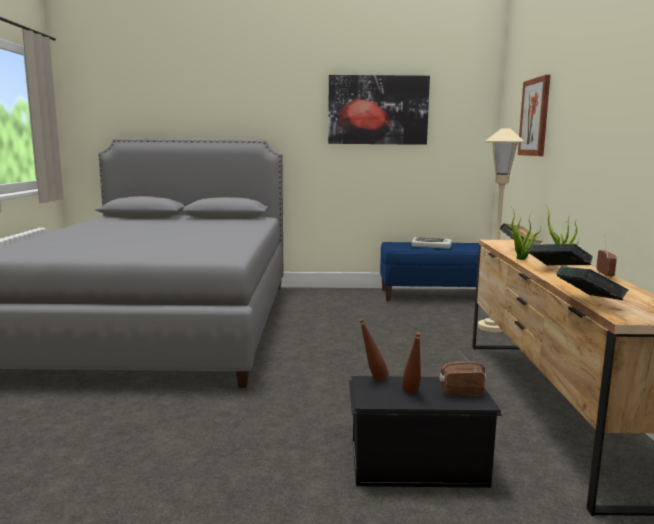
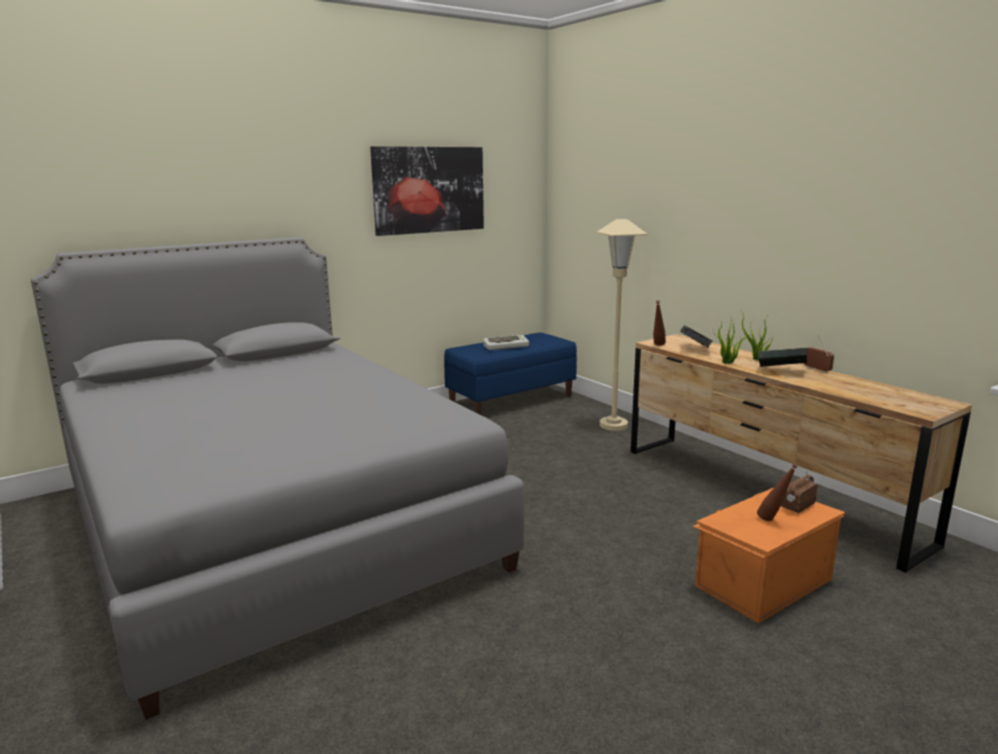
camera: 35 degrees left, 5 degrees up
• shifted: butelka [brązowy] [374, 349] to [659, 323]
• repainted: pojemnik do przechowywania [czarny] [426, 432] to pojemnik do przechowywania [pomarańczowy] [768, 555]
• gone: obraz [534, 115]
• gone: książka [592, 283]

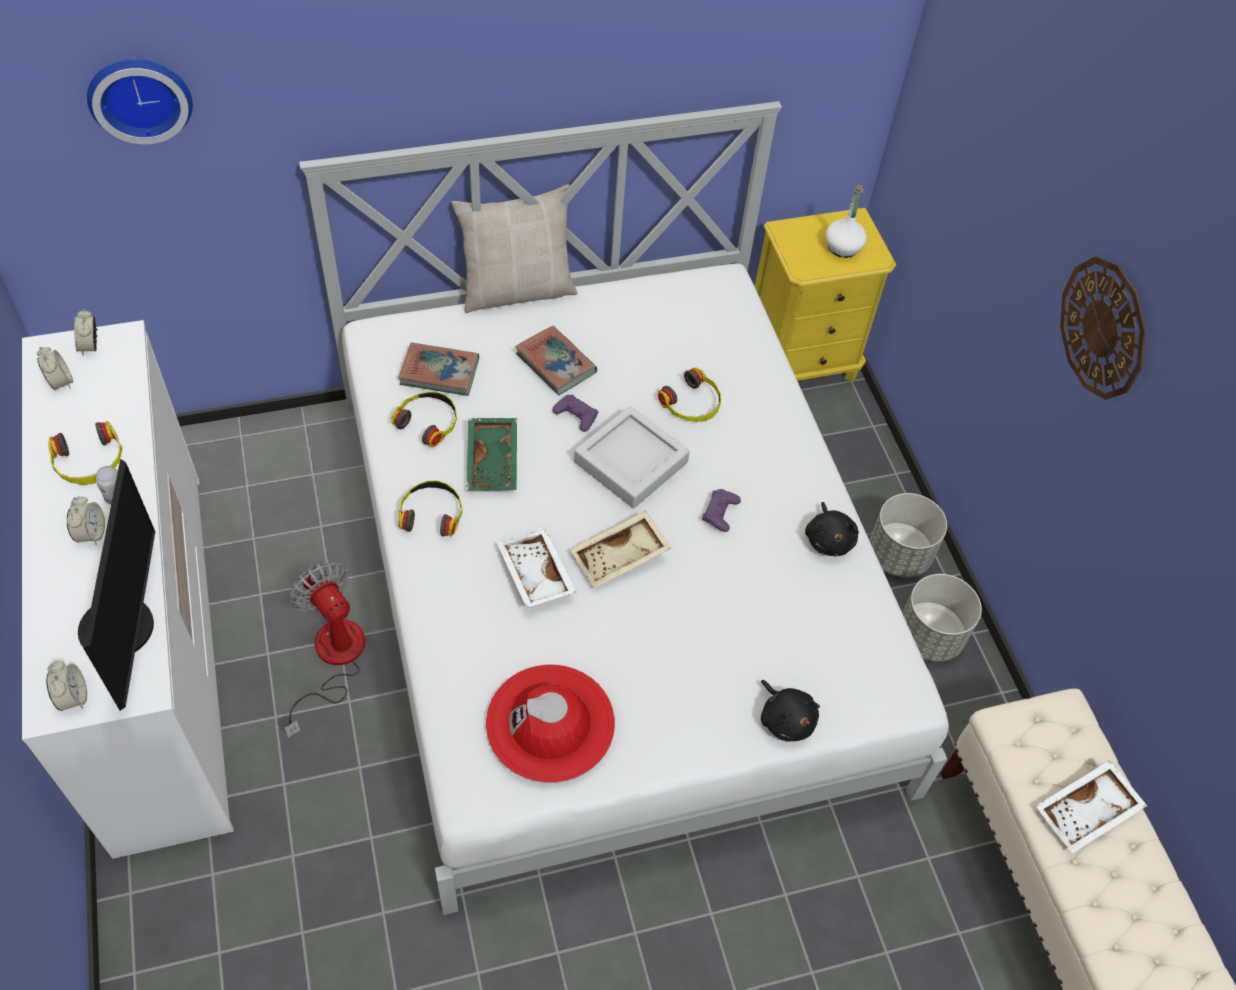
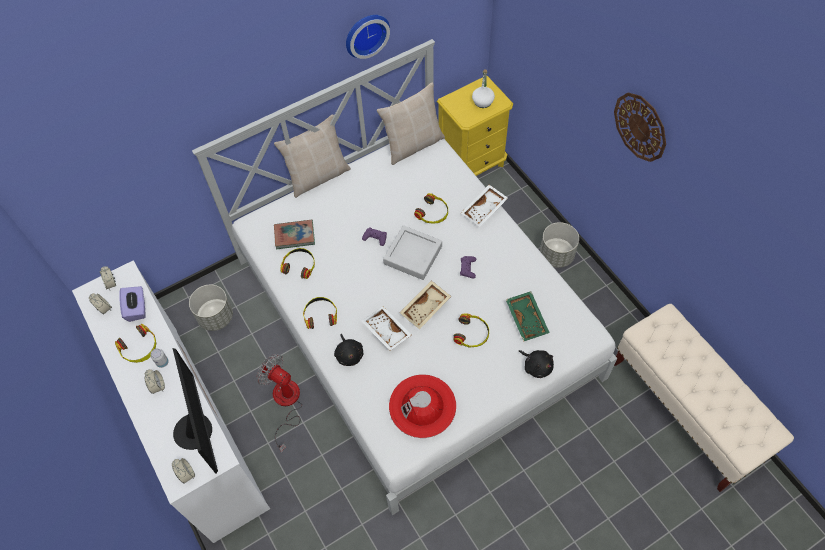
camera: 10 degrees left, 5 degrees up
• new: pudełko chusteczek [fioletowy] [132, 304]
• shifted: donica [szary] [942, 618] to [211, 308]
• shifted: pluszak [czarny] [832, 529] to [348, 350]
• shifted: zegar ścienny [140, 101] to [368, 37]
• new: poduszka [beżowy] [411, 124]
• new: słuchawki [471, 330]
• shifted: taca [biały] [1091, 806] to [484, 206]
• shifted: taca [zielony] [491, 454] to [528, 316]
• gone: książka [556, 360]

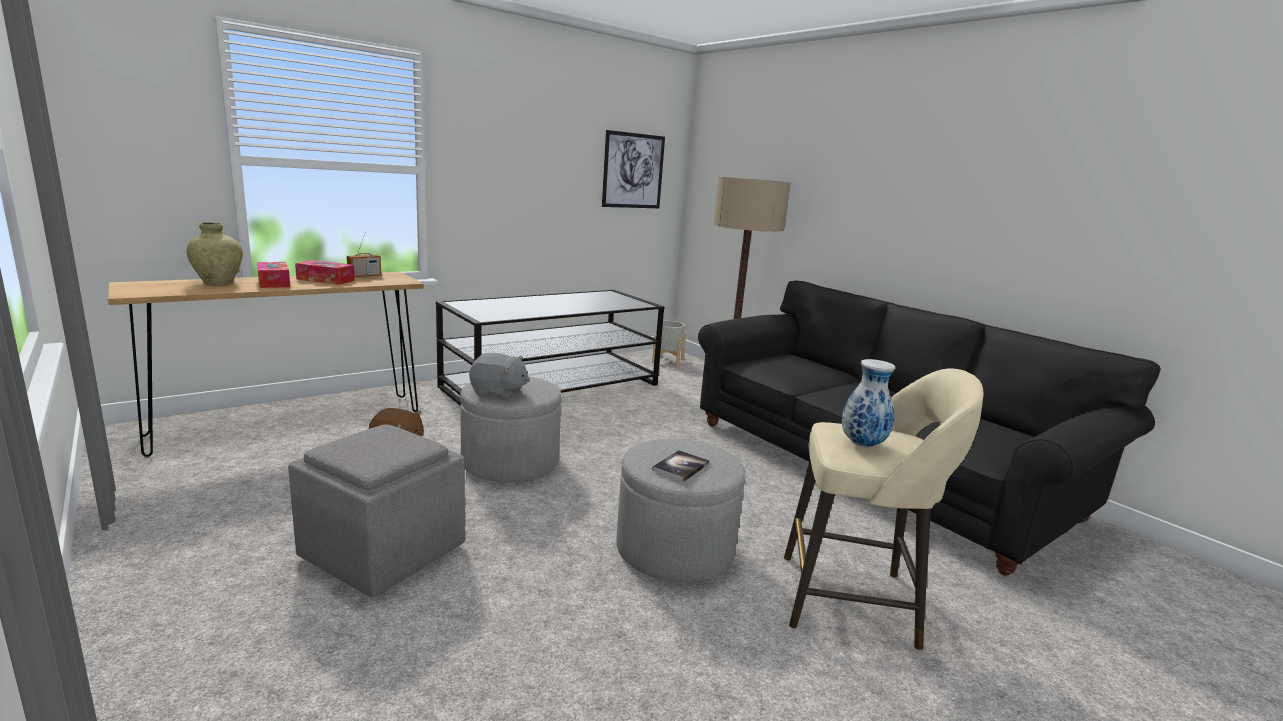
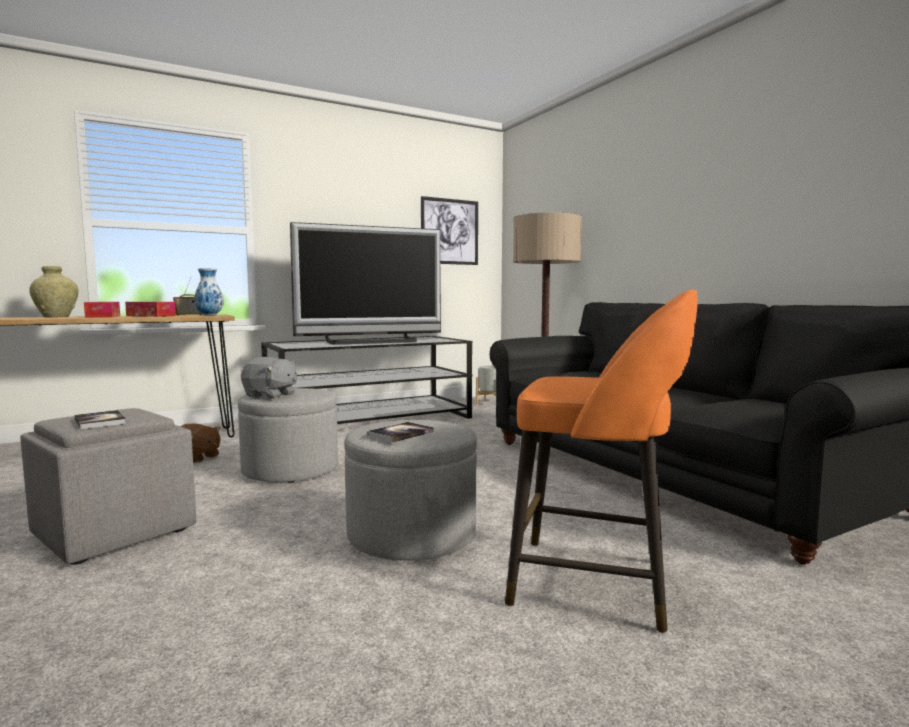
camera: 10 degrees right, 10 degrees down
• new: książka [100, 419]
• shifted: wazon [868, 403] to [209, 292]
• new: telewizor [365, 283]
• repainted: stołek [beżowy] [883, 509] to stołek [pomarańczowy] [601, 461]

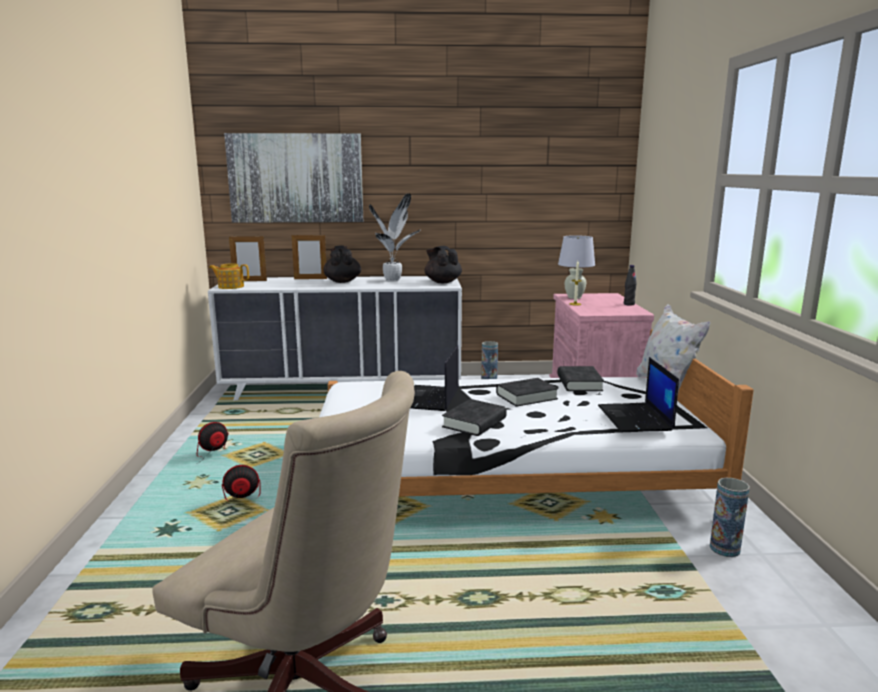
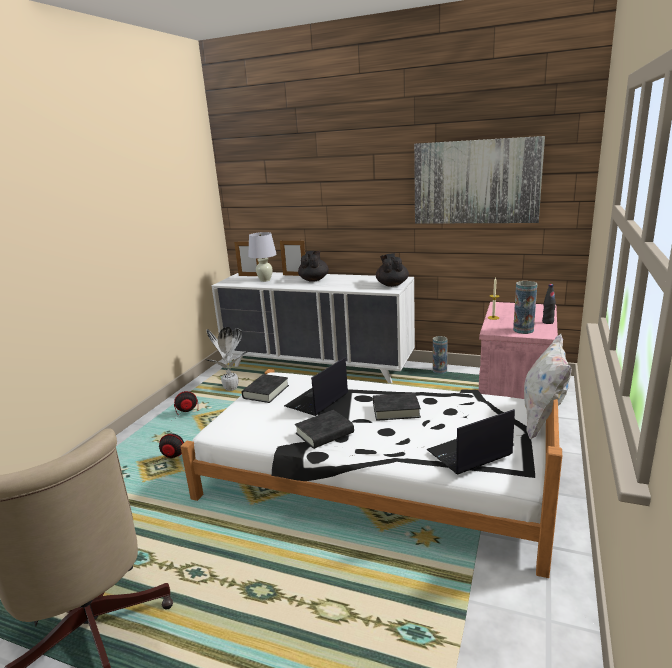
camera: 25 degrees right, 5 degrees up
• shifted: roślina doniczkowa [394, 237] to [226, 359]
• shifted: książka [czarny] [580, 378] to [265, 388]
• shifted: lampa stołowa [biały] [576, 267] to [262, 257]
• shifted: obraz [293, 178] to [479, 180]
• rotated: laptop [638, 394] = [470, 442] 45 degrees clockwise
• shifted: wazon [730, 517] to [525, 307]
• gone: imbryk [229, 276]

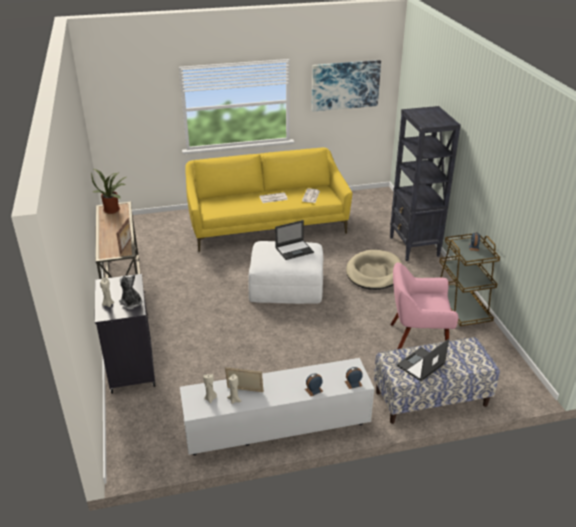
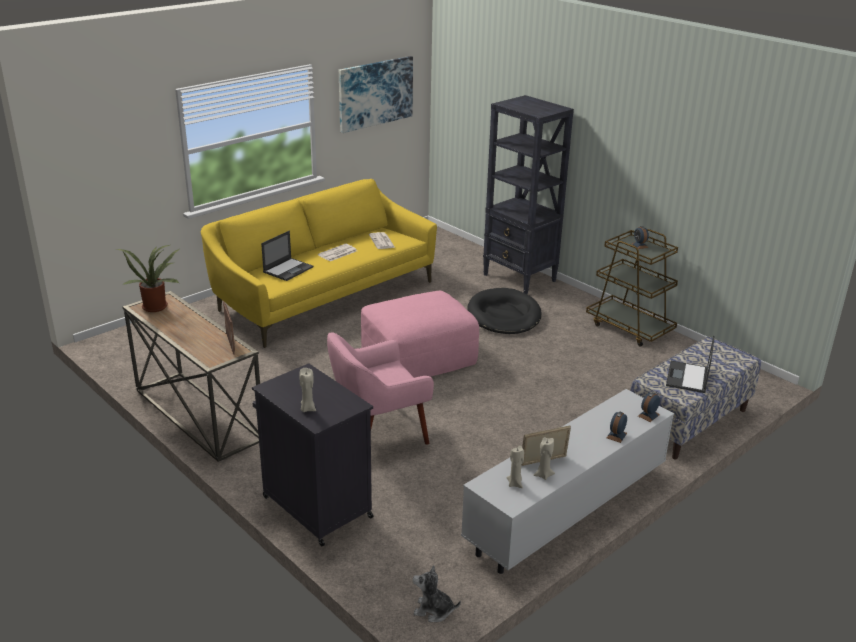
camera: 30 degrees left, 5 degrees down
• shifted: laptop [294, 240] to [287, 256]
• shifted: fotel [różowy] [424, 306] to [380, 388]
• repainted: pufa [biały] [285, 272] to pufa [różowy] [420, 334]
• shifted: pluszak [130, 291] to [437, 593]
• repainted: legowisko [beżowy] [374, 270] to legowisko [czarny] [504, 311]

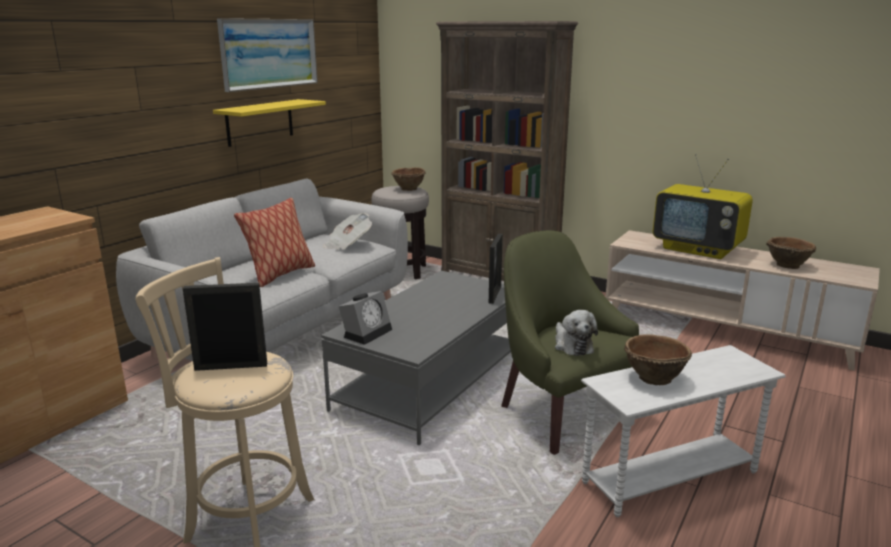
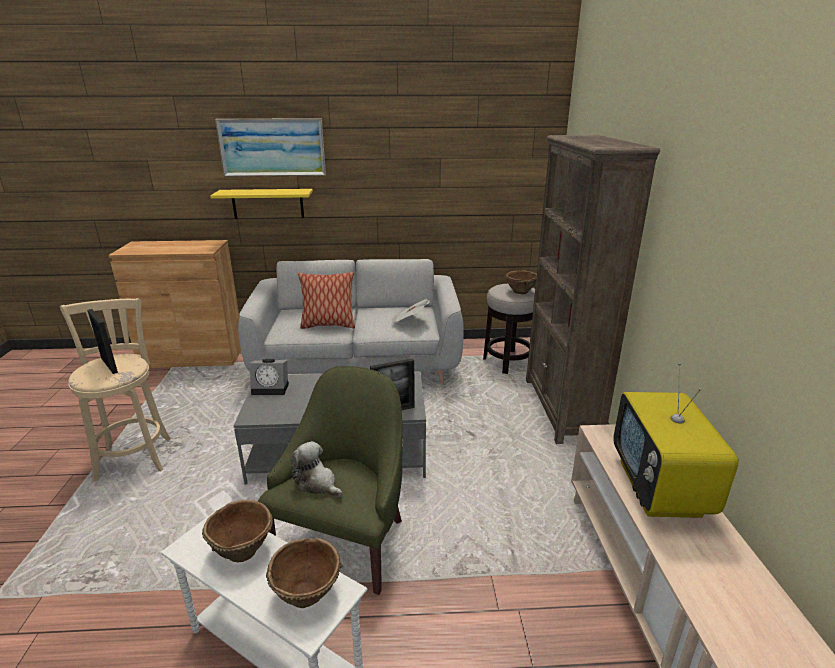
camera: 55 degrees right, 5 degrees up
• shifted: półka [żółty] [269, 123] to [261, 204]
• shifted: obraz [267, 55] to [270, 147]
• shifted: miska [brązowy] [791, 253] to [304, 573]
• rotated: pluszak [576, 333] = [316, 469] 90 degrees clockwise

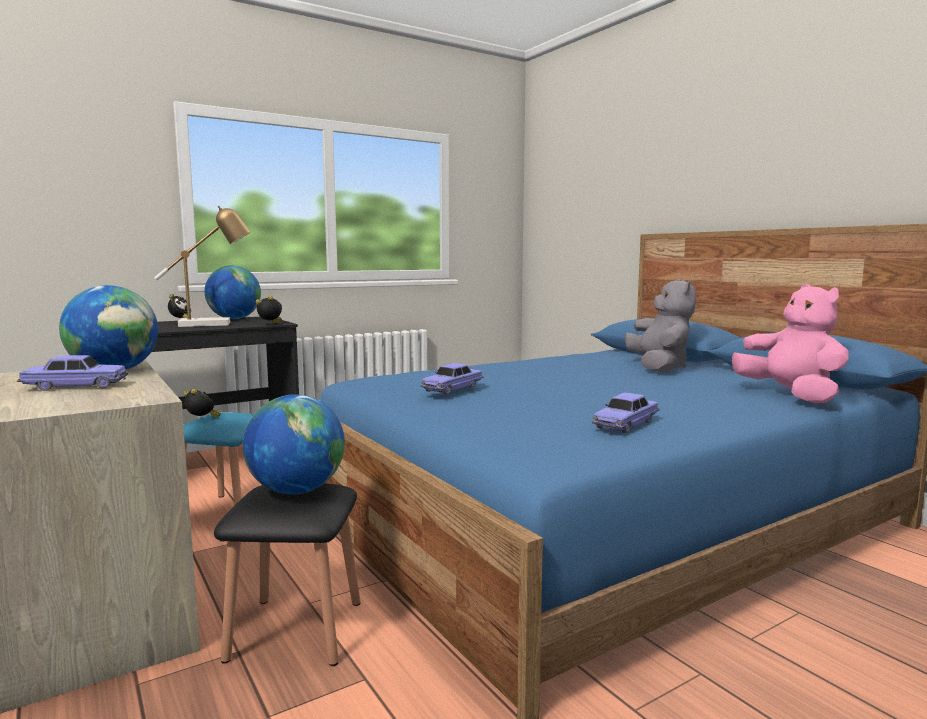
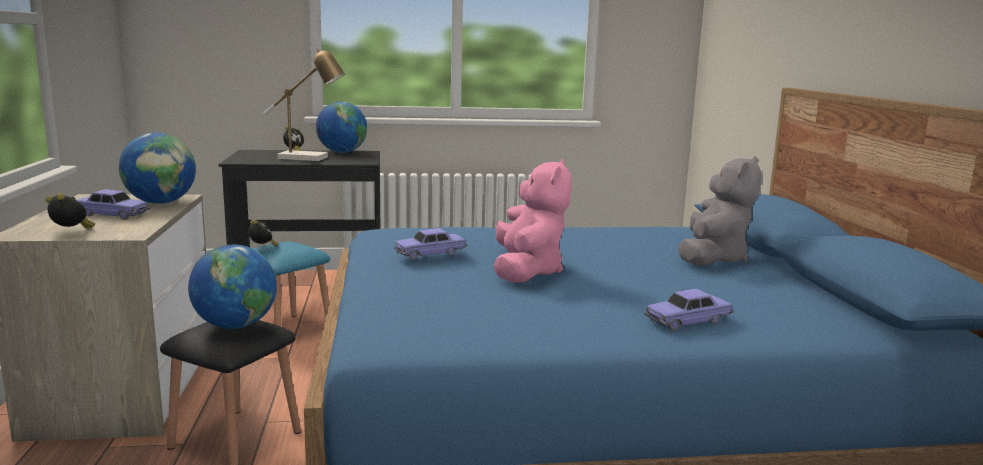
camera: 25 degrees right, 5 degrees up
• shifted: budzik [269, 309] to [70, 210]
• shifted: pluszak [różowy] [790, 343] to [533, 221]
• shifted: samochodzik [626, 413] to [689, 309]

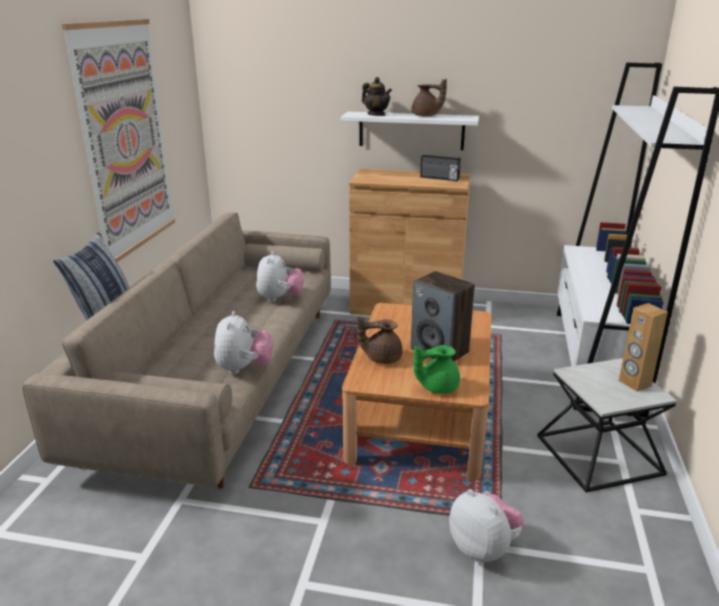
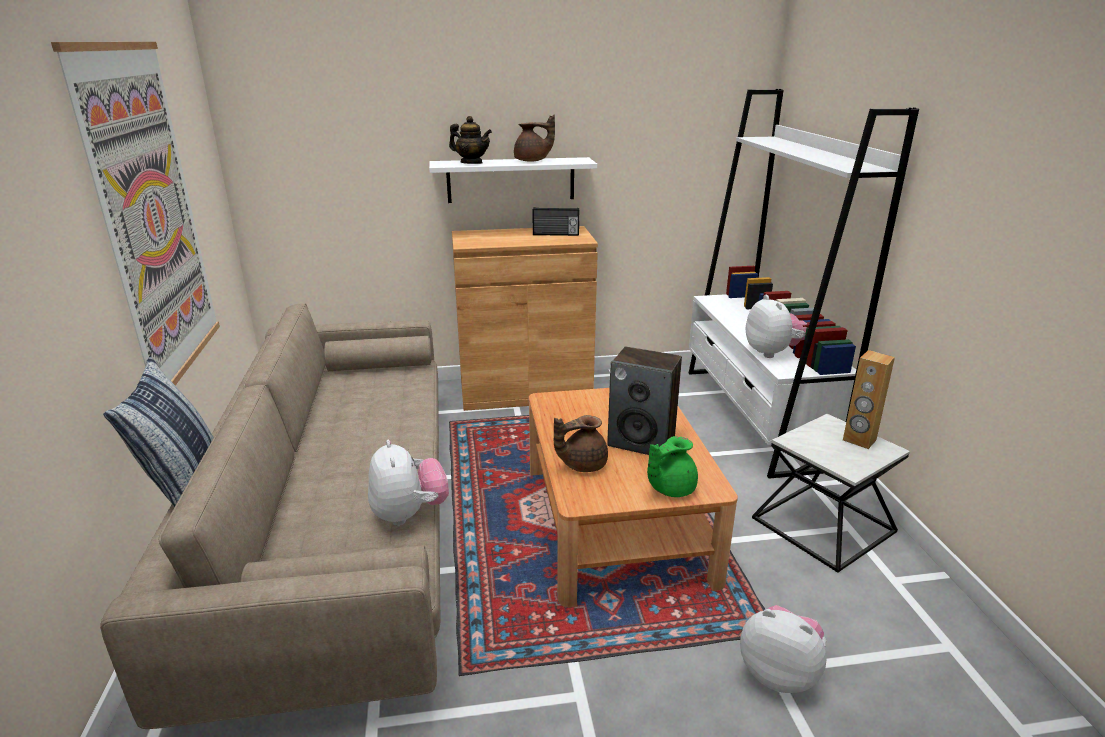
camera: 20 degrees left, 0 degrees up
• shifted: pluszak [280, 276] to [777, 326]

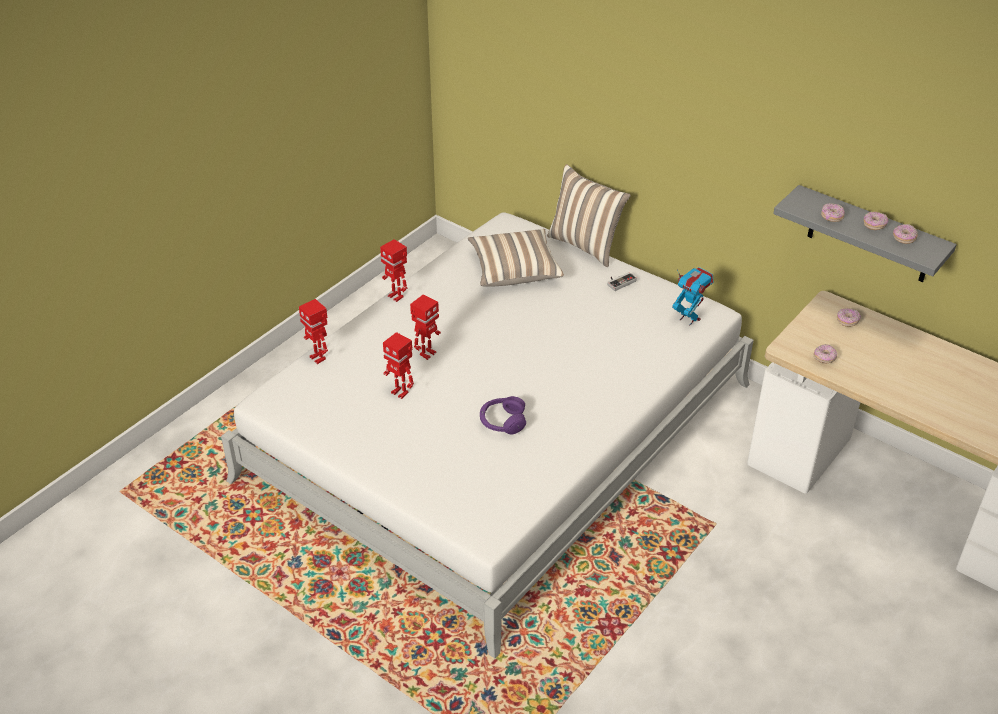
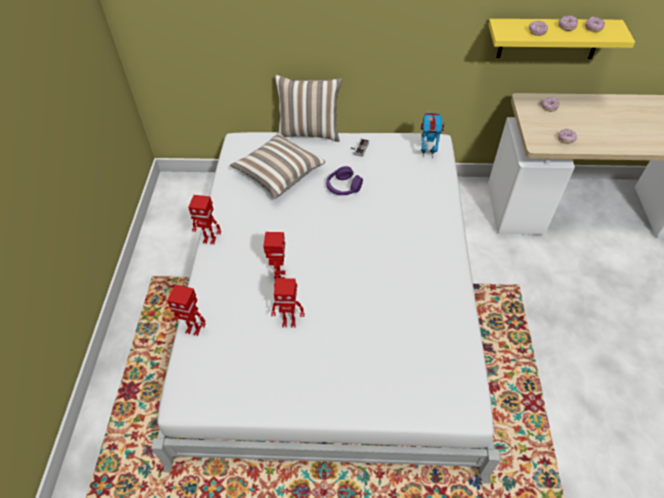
camera: 35 degrees left, 10 degrees up
• shifted: słuchawki [fioletowy] [503, 415] to [344, 180]
• repainted: półka [szary] [865, 233] to półka [żółty] [561, 39]

